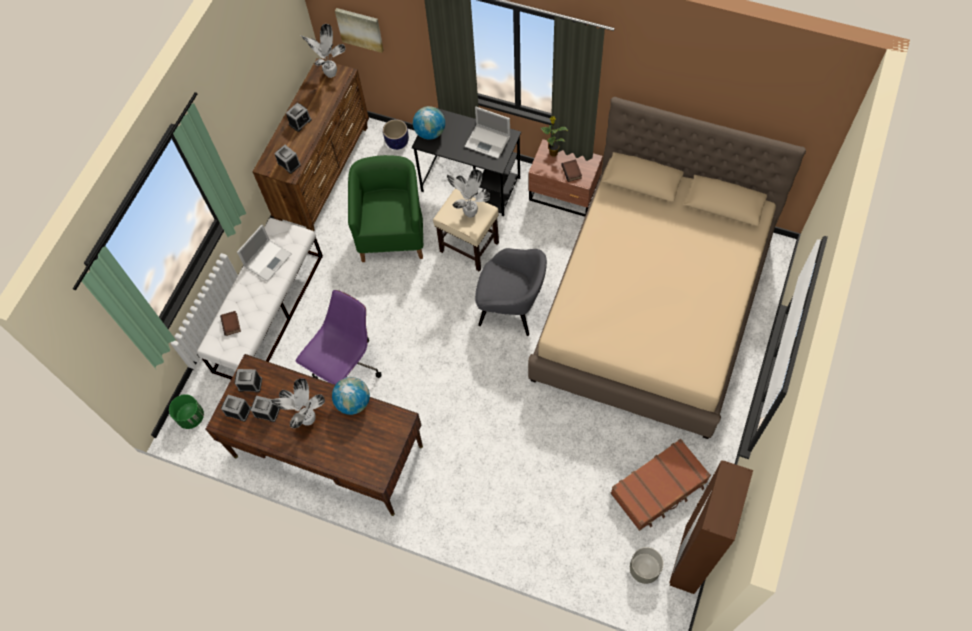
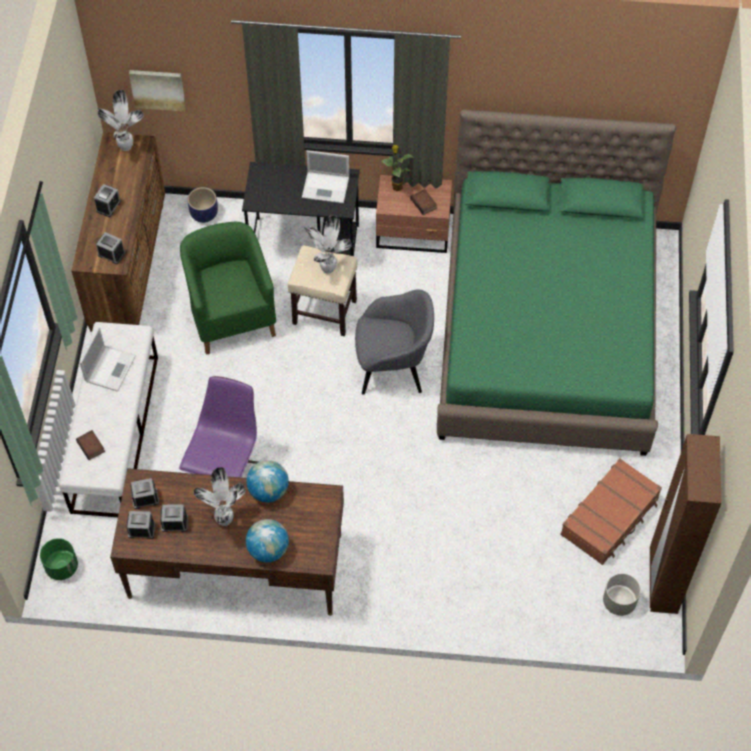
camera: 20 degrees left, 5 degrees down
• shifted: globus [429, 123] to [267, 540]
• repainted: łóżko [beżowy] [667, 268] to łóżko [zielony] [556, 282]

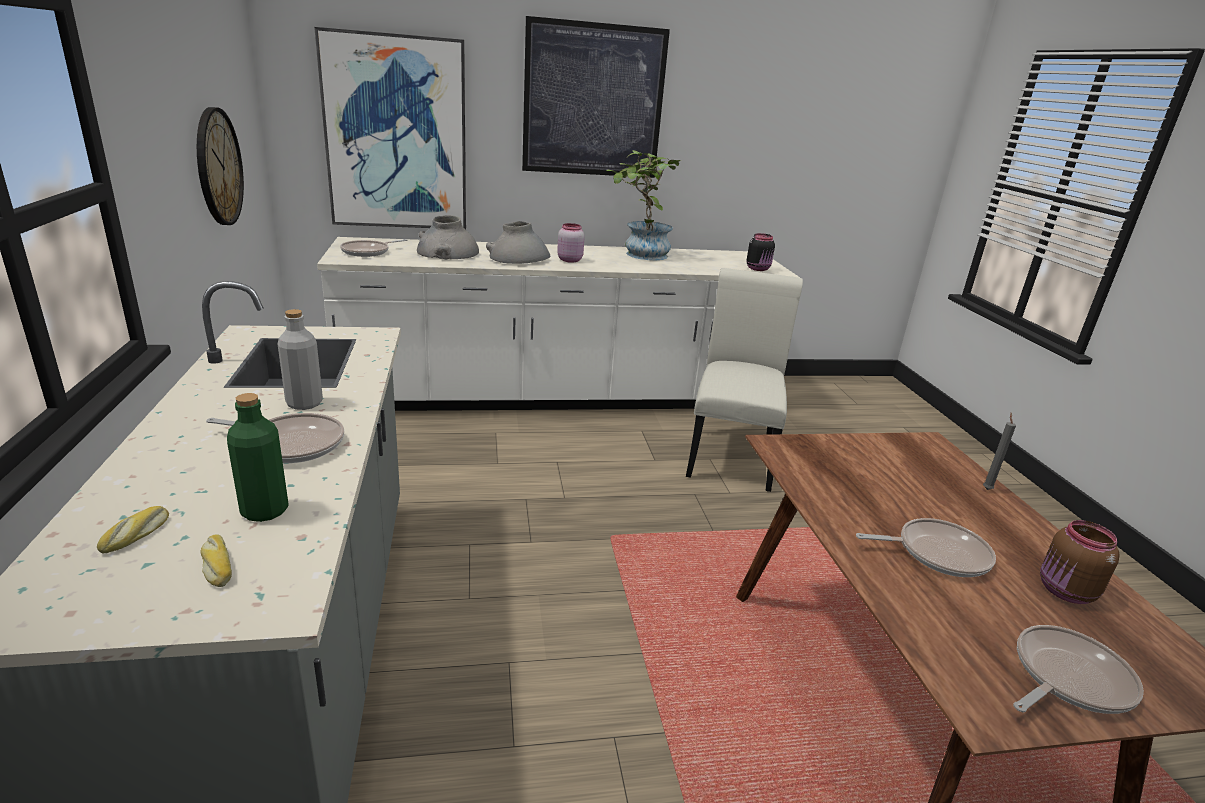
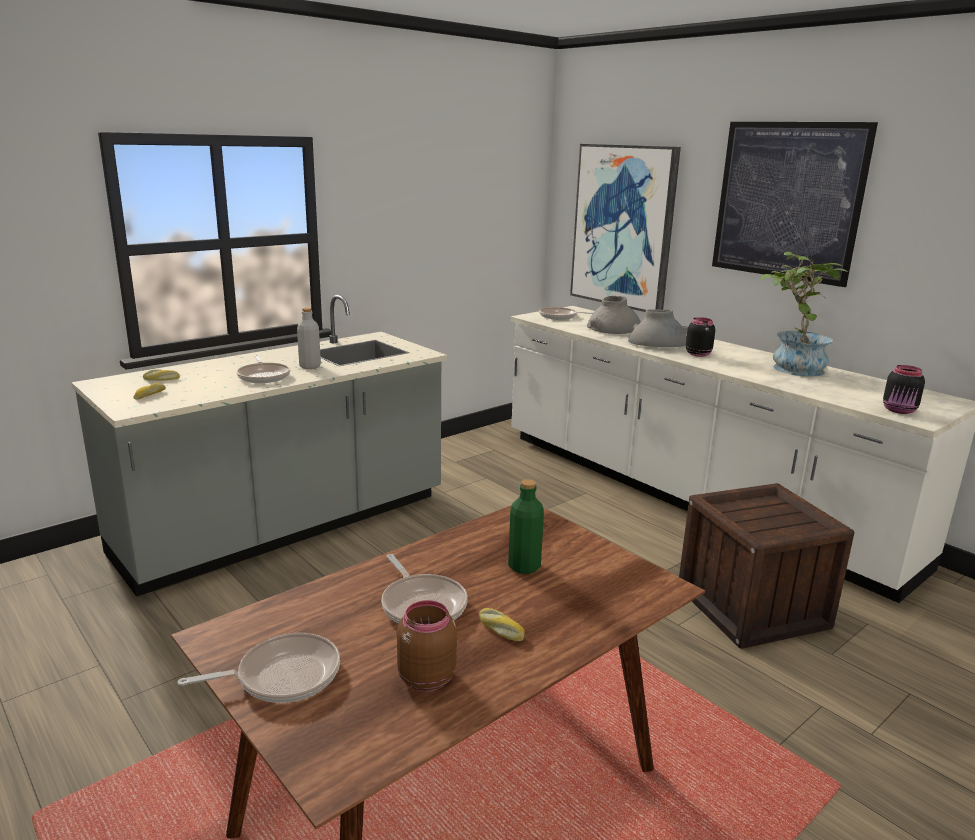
camera: 60 degrees right, 5 degrees down
• rotated: patelnia [1078, 669] = [259, 668] 45 degrees counterclockwise
• new: chleb [502, 624]
• shifted: butelka [zielony] [258, 457] to [526, 526]
• swapped: krzesło [biały] [744, 380] to skrzynka [767, 566]
• repainted: słoik [różowy] [571, 243] to słoik [czarny] [700, 337]
• gone: zegar ścienny [220, 166]
• gone: świeca [szary] [999, 451]

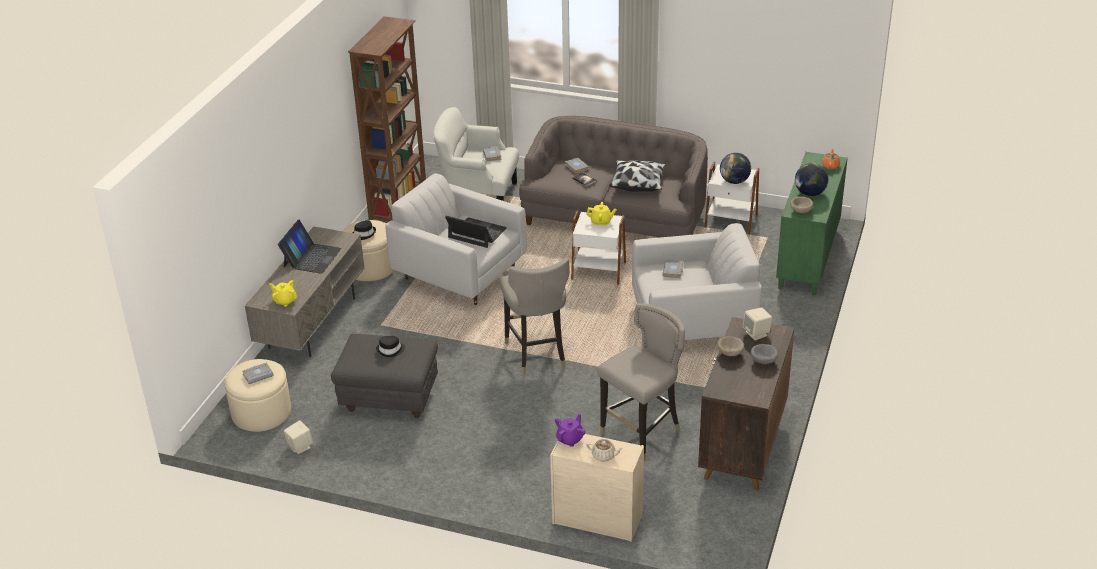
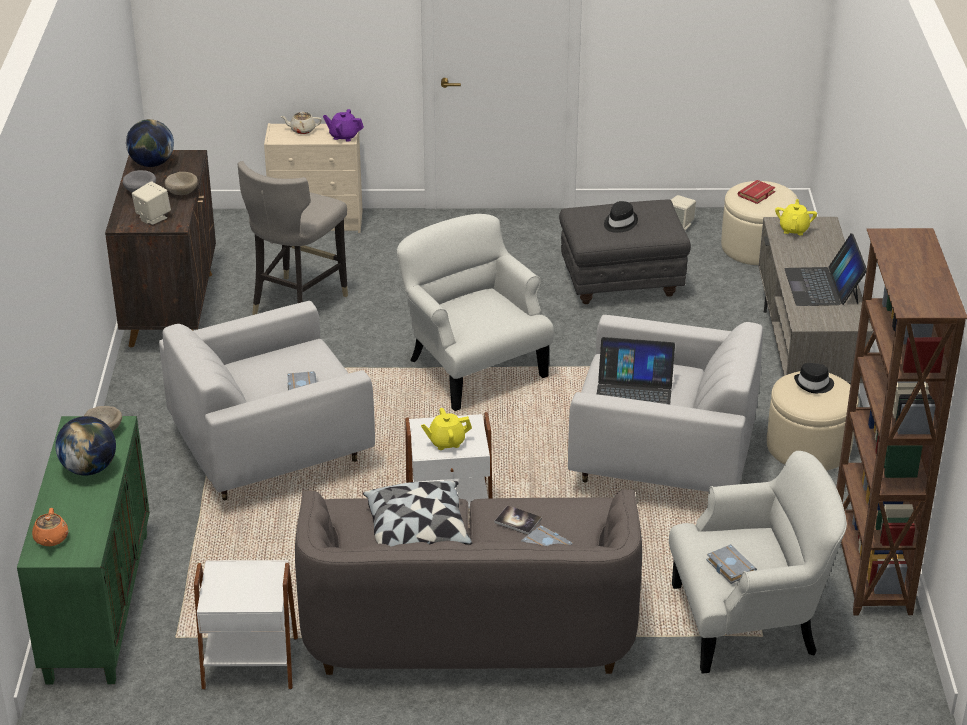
camera: 160 degrees right, 0 degrees up
• shifted: globus [735, 168] to [150, 143]
• rotated: imbryk [fioletowy] [570, 430] = [343, 125] 90 degrees clockwise
• swapped: stołek [szary] [535, 316] to fotel [biały] [475, 312]
• repainted: książka [szary] [258, 373] to książka [czerwony] [757, 192]
• rotated: imbryk [żółty] [283, 293] = [796, 217] 90 degrees counterclockwise

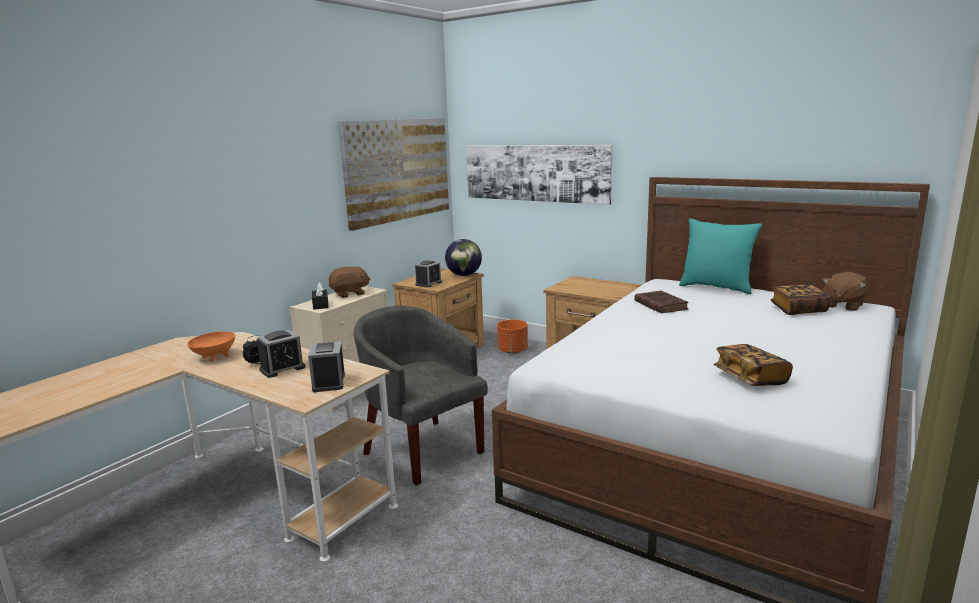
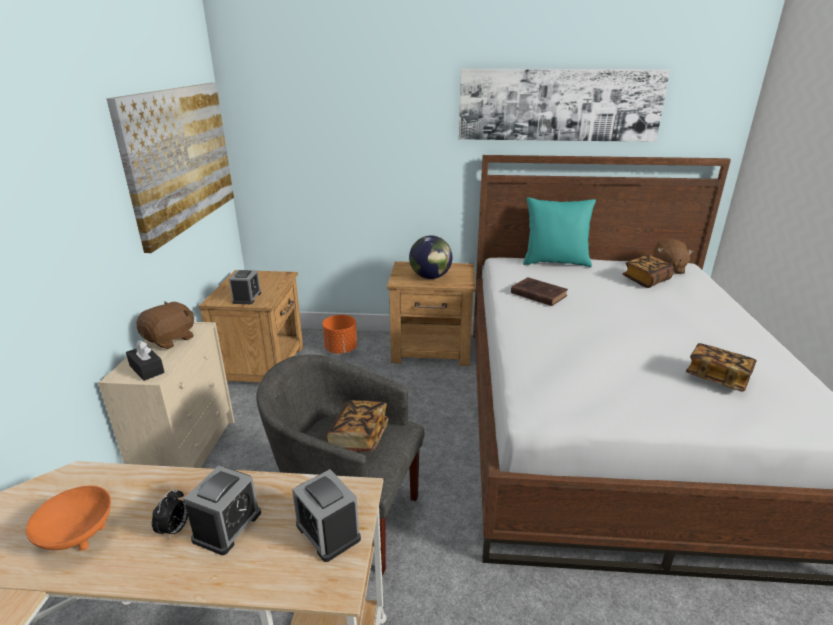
camera: 30 degrees left, 10 degrees up
• new: książka [357, 426]
• shifted: globus [463, 257] to [431, 257]
• shifted: obraz [539, 175] to [564, 105]

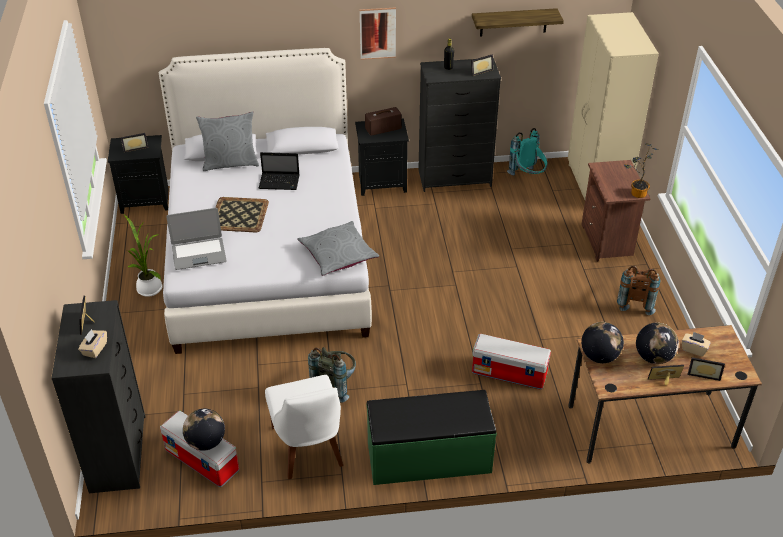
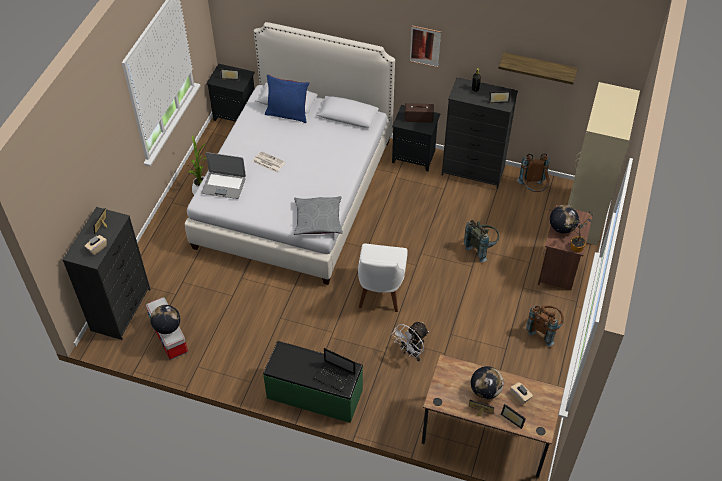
camera: 25 degrees right, 10 degrees up
• swapped: taca [242, 214] to gazeta [269, 161]
• repainted: poduszka [szary] [227, 141] to poduszka [niebieski] [287, 98]
• shifted: laptop [279, 171] to [334, 370]
• shifted: krzesło [biały] [304, 427] to [383, 278]
• swapped: pojemnik do przechowywania [511, 362] to wentylator [biały] [410, 341]
• shifted: plecak [szary] [332, 375] to [482, 241]
• repainted: plecak [turkusowy] [527, 151] to plecak [brązowy] [533, 172]
• shifted: globus [602, 342] to [564, 219]

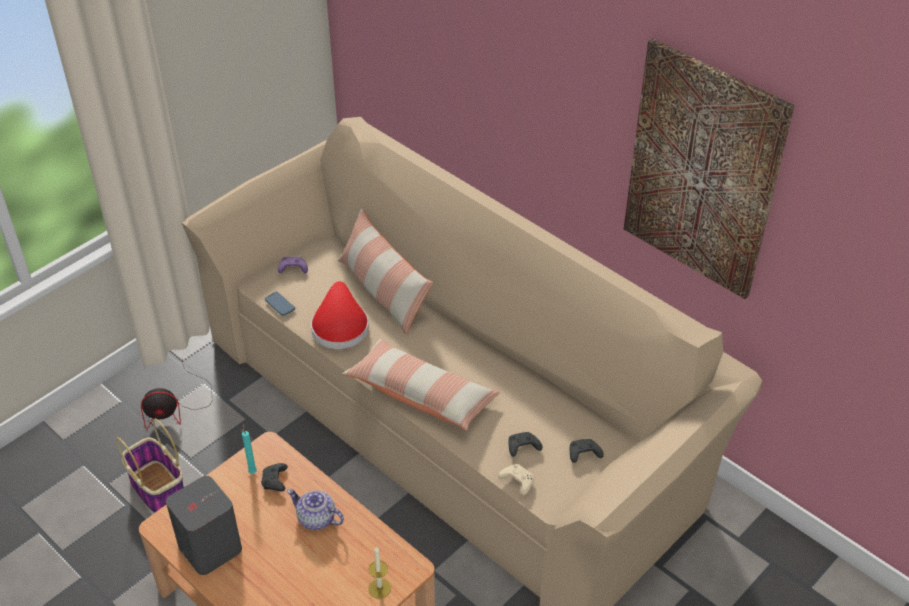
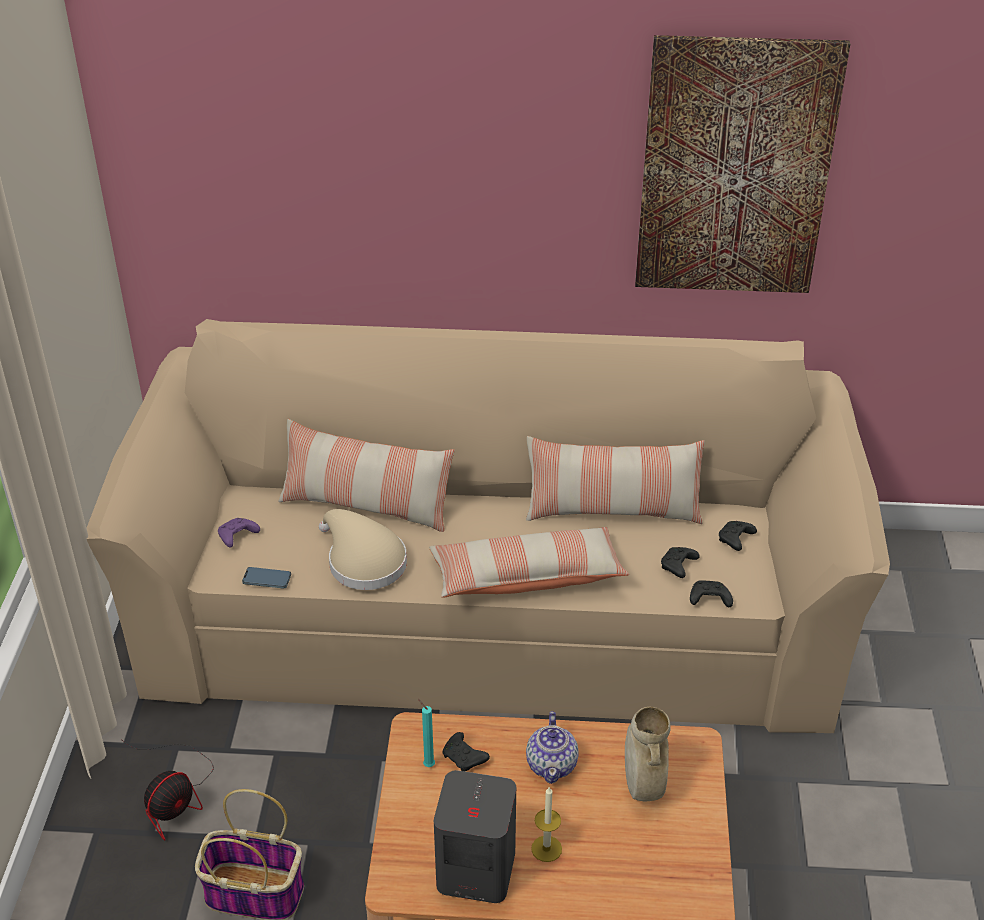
camera: 40 degrees left, 5 degrees down
• repainted: kapelusz [czerwony] [340, 315] to kapelusz [beżowy] [363, 549]
• new: poduszka [615, 480]
• rotated: imbryk [315, 509] = [552, 747] 75 degrees counterclockwise
• shifted: świeca [379, 572] to [546, 824]
• new: wazon [beżowy] [648, 754]
• repainted: pad do gier [beżowy] [516, 480] to pad do gier [czarny] [711, 593]

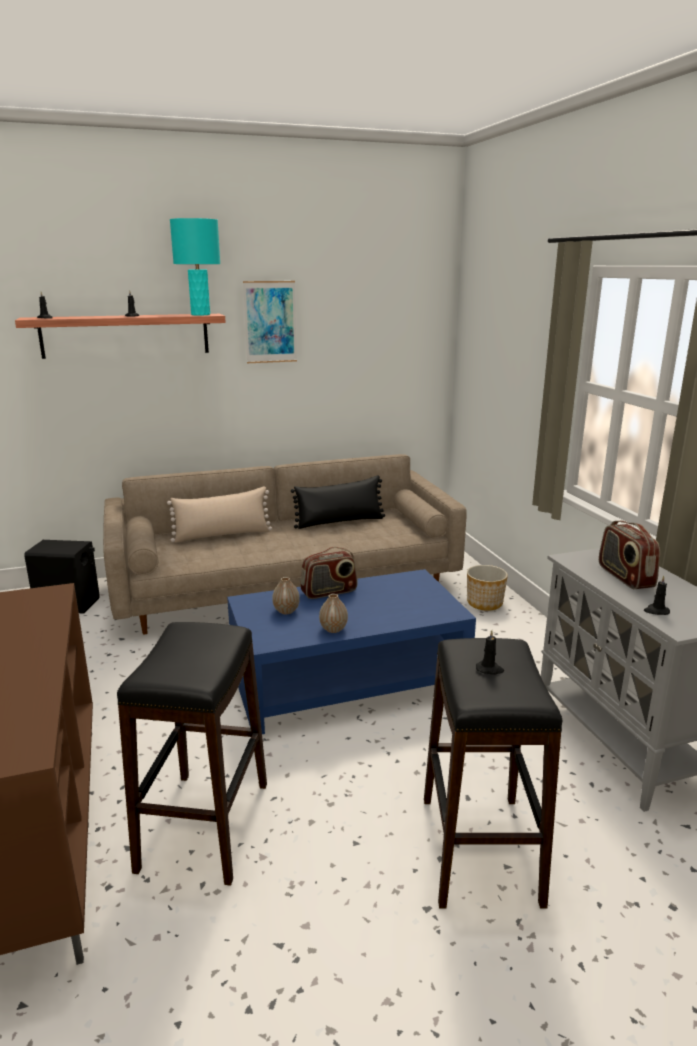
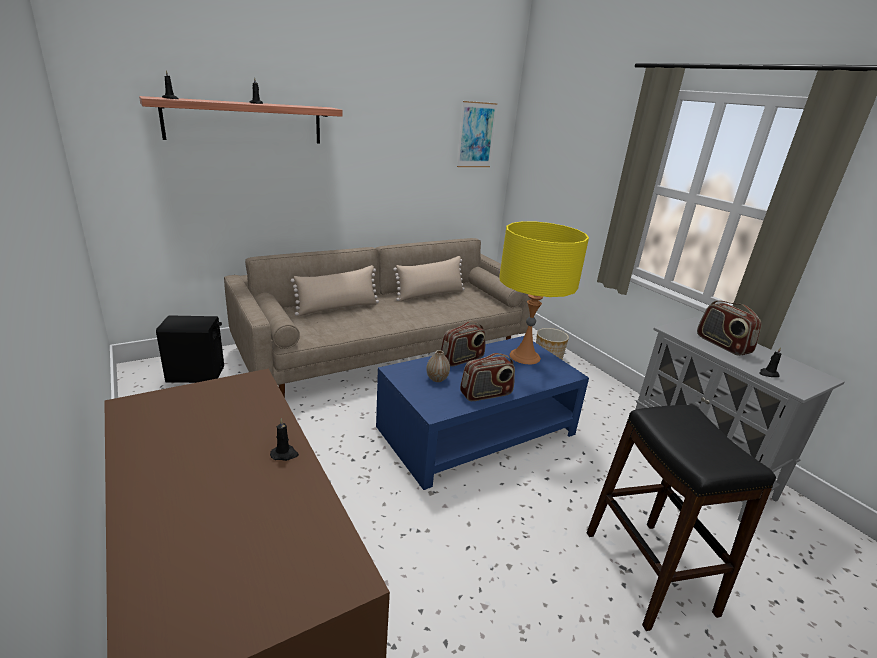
camera: 15 degrees left, 5 degrees up
• shifted: świeca [czarny] [490, 652] to [284, 439]
• repainted: poduszka [czarny] [338, 502] to poduszka [beżowy] [429, 278]
• shifted: obraz [270, 322] to [477, 134]
• swapped: wazon [333, 613] to radio [487, 377]
• new: lampa stołowa [żółty] [544, 292]
• gone: stołek [czarny] [192, 754]
• gone: lampa stołowa [turkusowy] [195, 266]

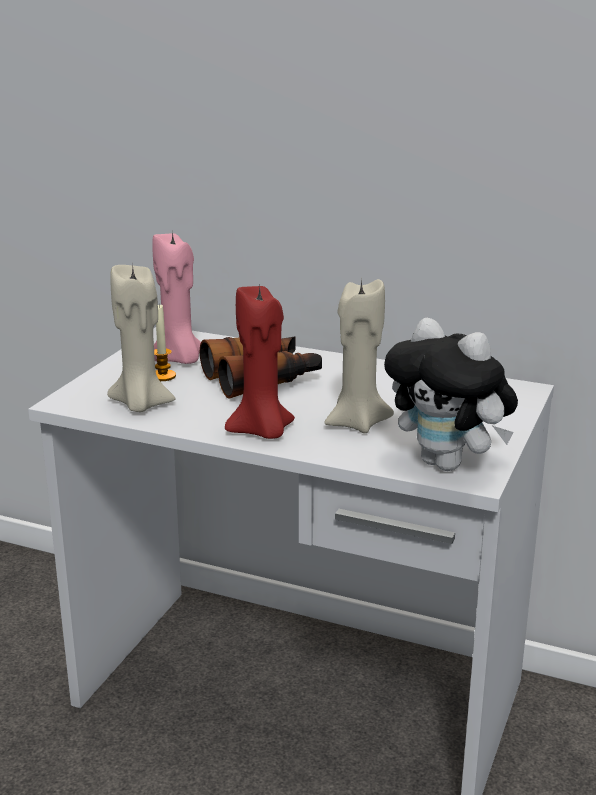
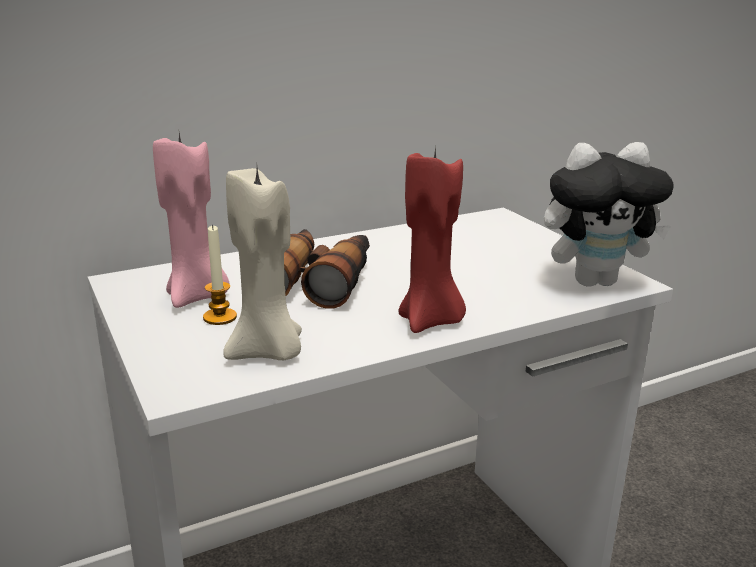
camera: 50 degrees left, 0 degrees up
• gone: świeca [beżowy] [359, 355]

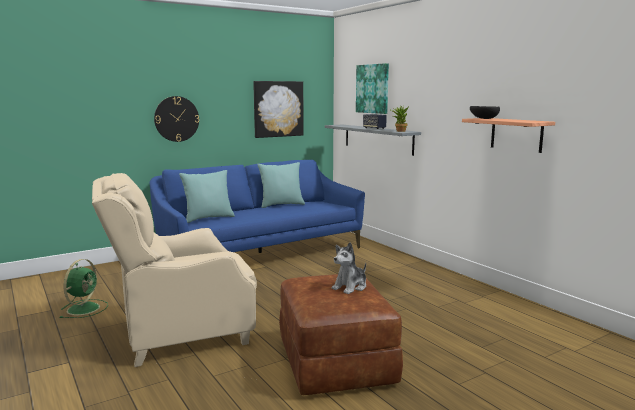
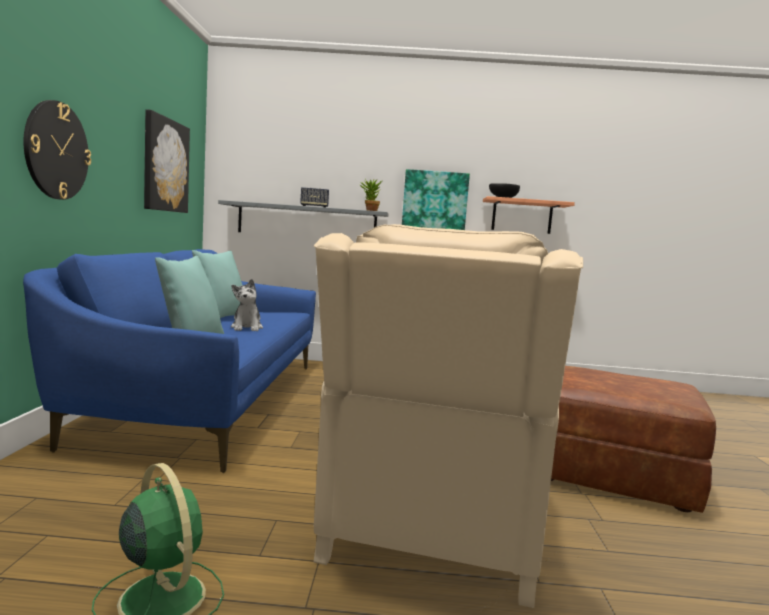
camera: 55 degrees left, 5 degrees down
• shifted: pluszak [349, 268] to [247, 305]
• shifted: obraz [372, 88] to [436, 199]

